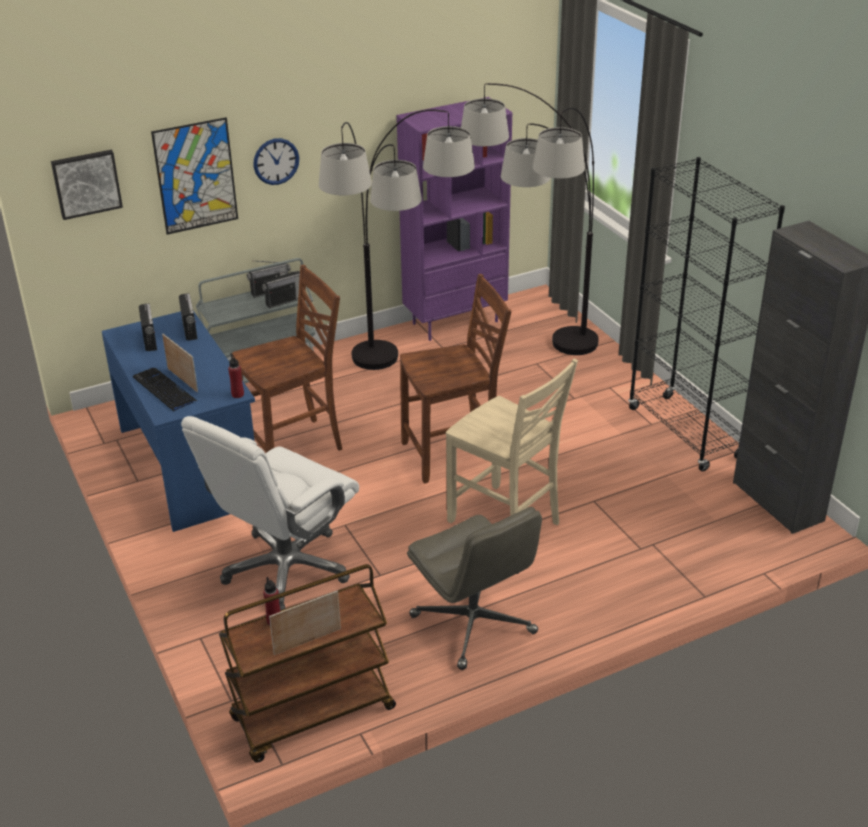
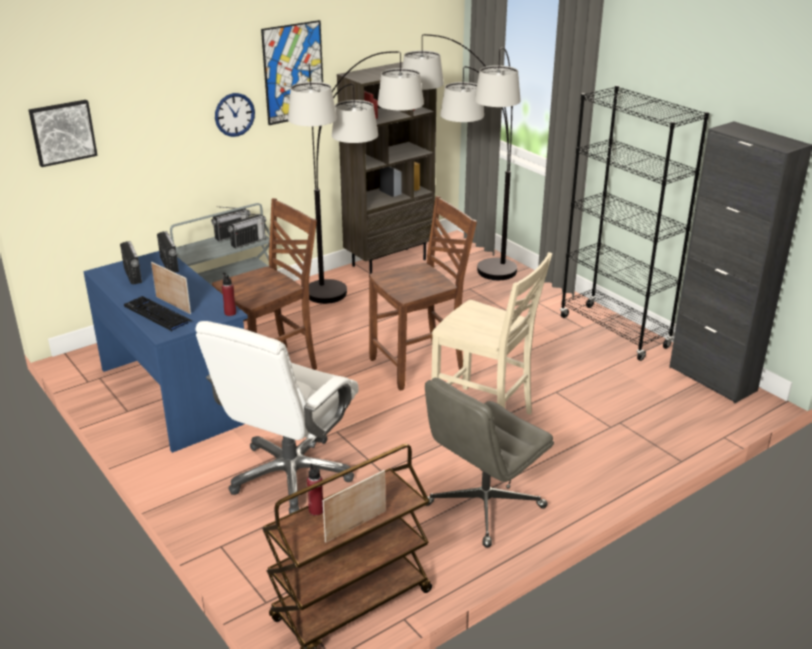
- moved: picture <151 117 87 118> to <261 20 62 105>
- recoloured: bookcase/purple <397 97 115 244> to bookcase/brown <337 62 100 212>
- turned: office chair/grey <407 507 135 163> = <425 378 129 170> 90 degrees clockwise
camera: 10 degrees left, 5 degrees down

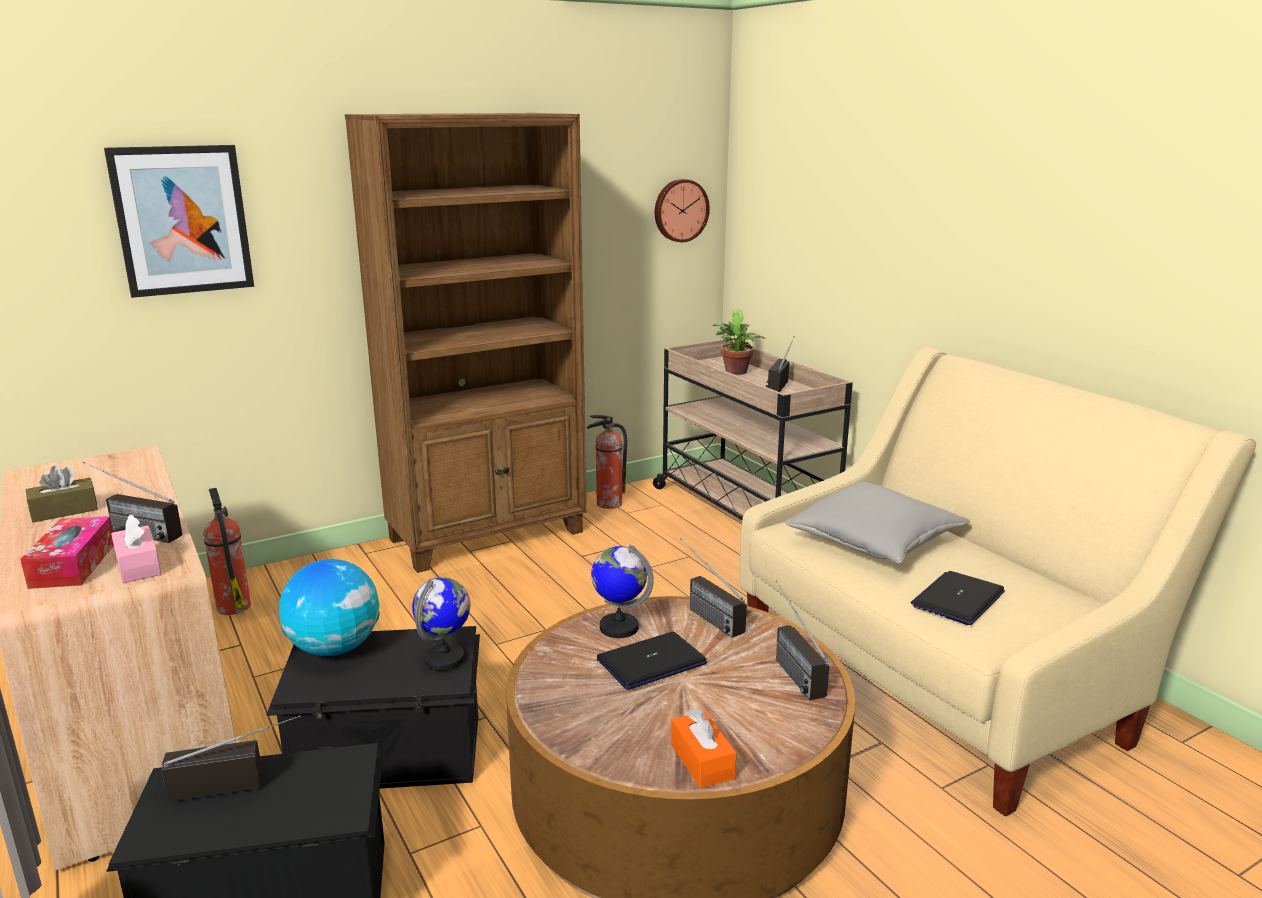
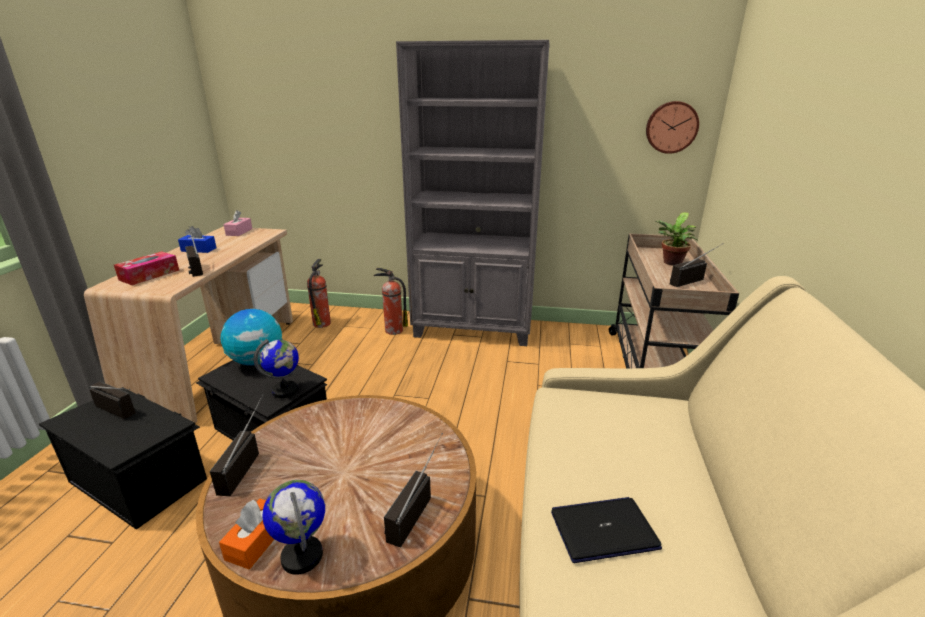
- recoloured: tissue box/brown <26 466 72 56> to tissue box/blue <178 226 38 27>
- removed: picture <104 145 150 153>
- moved: tissue box/pink <111 514 50 69> to <224 210 28 26>
- recoloured: bookcase/brown <345 113 242 460> to bookcase/grey <396 40 154 306>
- moved: fire extinguisher <587 415 40 94> to <374 267 34 68>
- moved: globe <591 545 63 93> to <263 480 62 95>
- removed: laptop <597 632 110 58>
- moved: radio <680 538 67 100> to <210 395 53 101>
- removed: pillow/grey <785 481 185 83>
camera: 40 degrees right, 5 degrees up

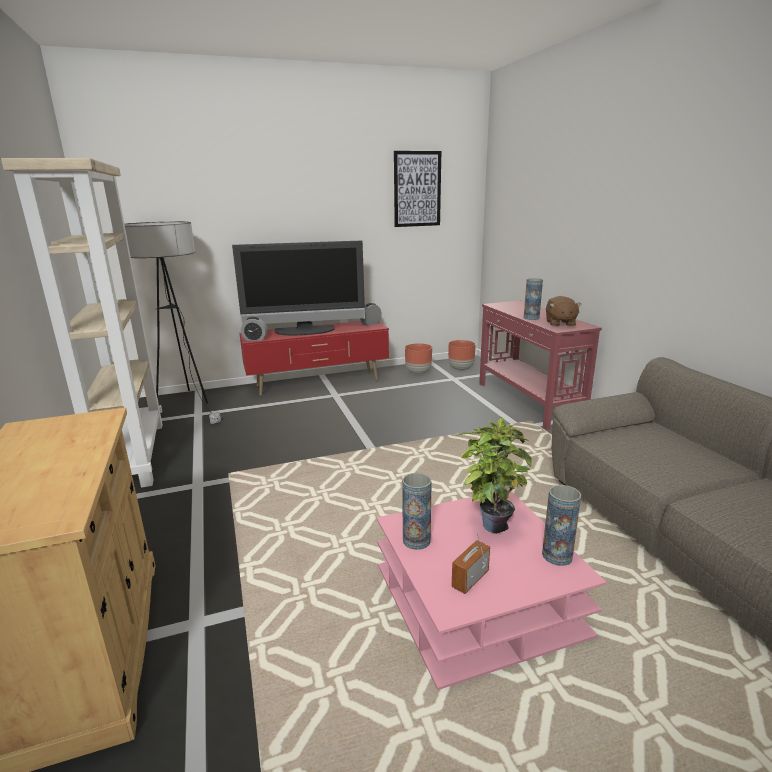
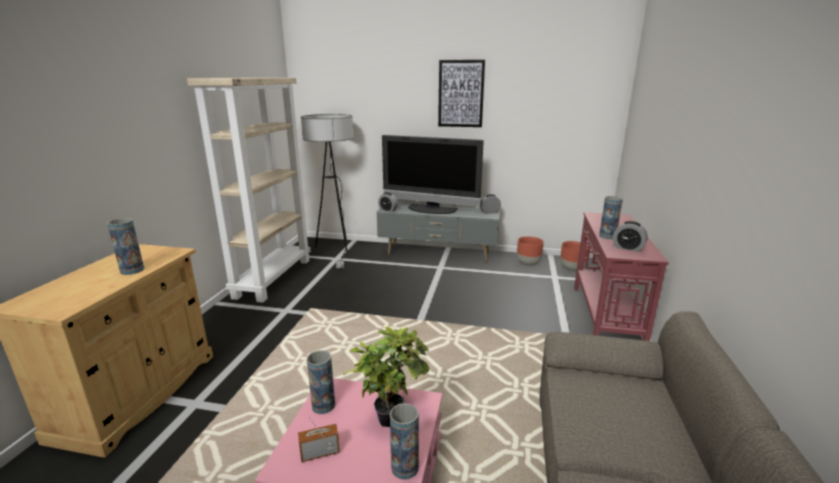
- recoloured: tv stand/red <239 321 150 75> to tv stand/grey <377 203 123 59>
- moved: picture <394 151 47 76> to <438 60 47 67>
- replaced: plush toy/brown <546 296 36 31> to alarm clock <613 221 35 31>
- added: vase <107 218 37 57>
camera: 30 degrees right, 0 degrees up

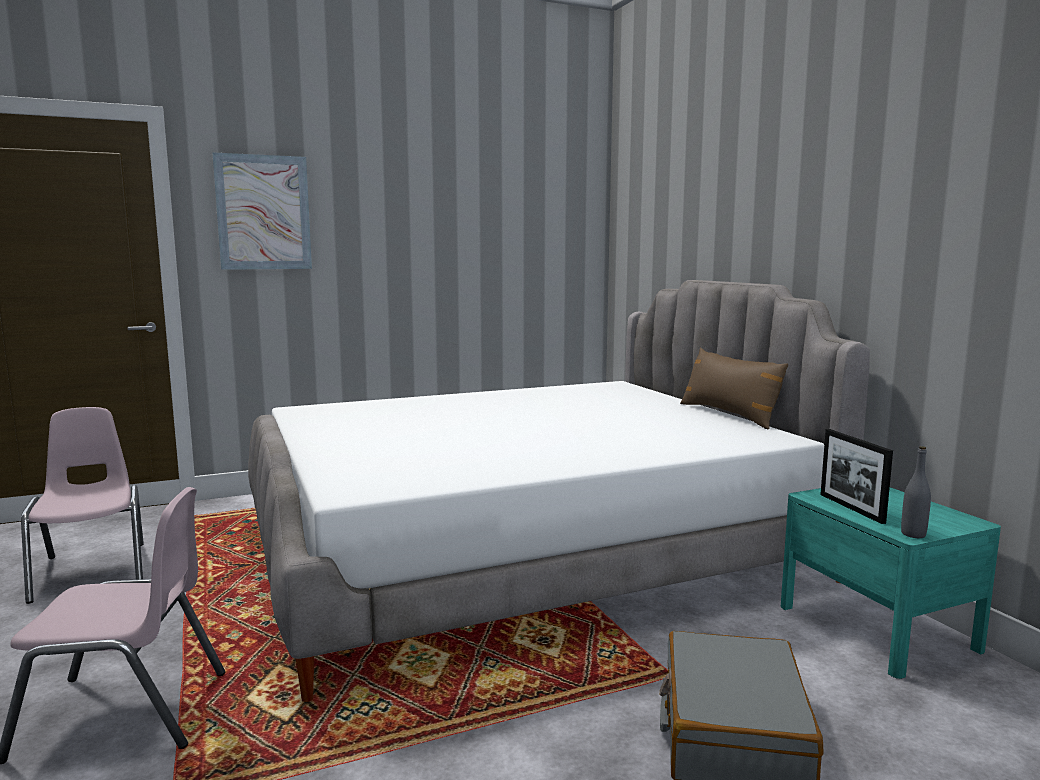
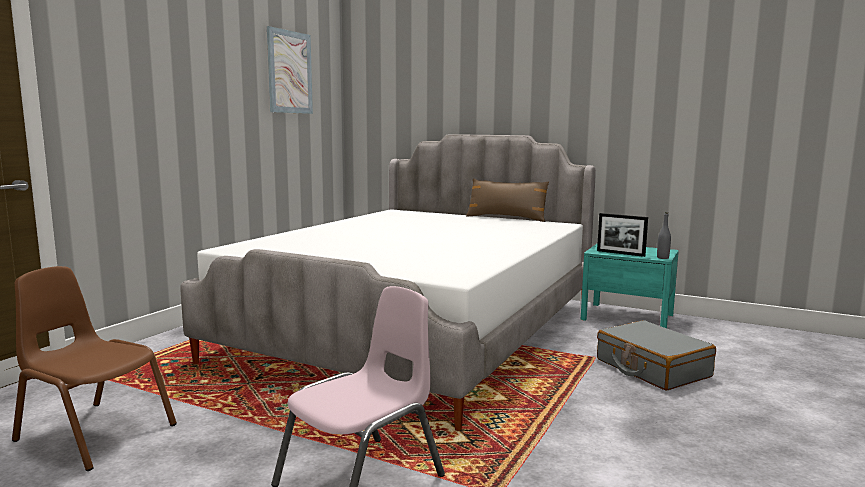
- recoloured: chair/pink <21 407 123 197> to chair/brown <12 266 165 205>
- moved: picture <212 152 100 118> to <267 26 46 88>
camera: 40 degrees left, 0 degrees up

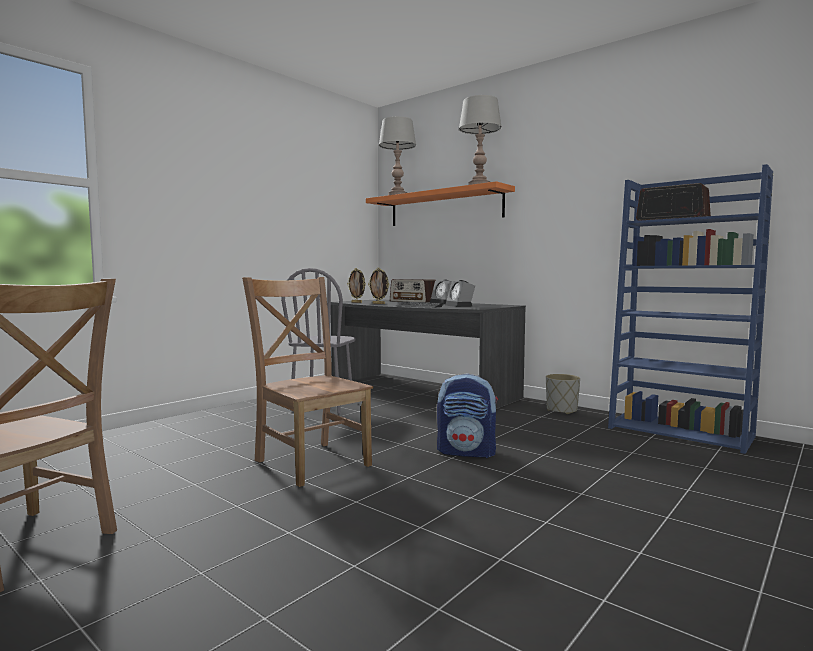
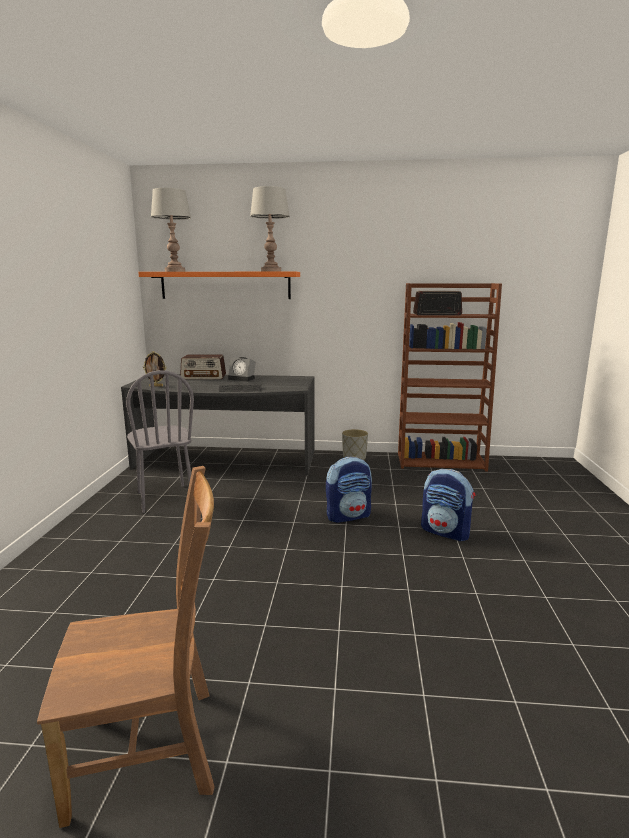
- removed: chair/brown <242 277 131 210>
- removed: picture frame <368 268 21 36>
- removed: alarm clock <445 280 30 27>
- recoloured: bookcase/blue <608 164 165 290> to bookcase/brown <398 283 104 188>
- added: backpack <421 469 54 72>
camera: 35 degrees left, 10 degrees up

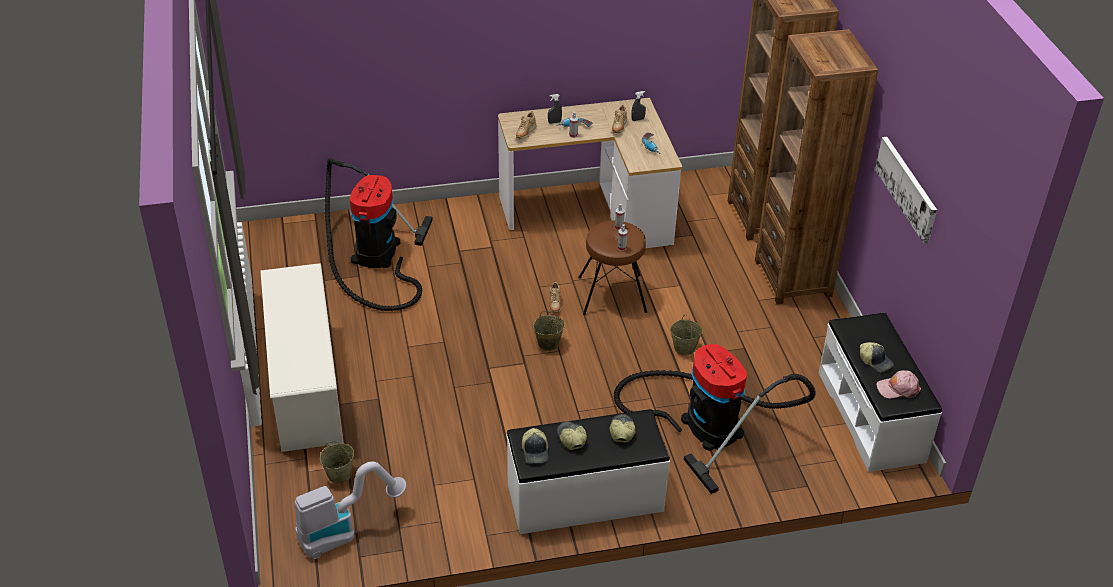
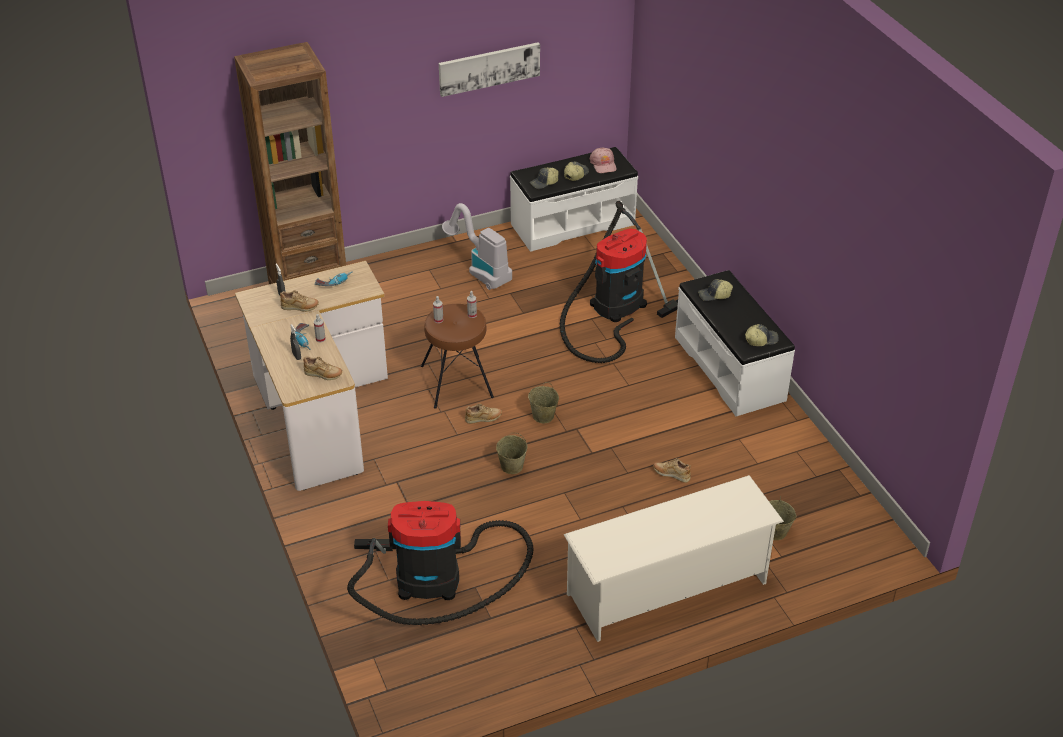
- moved: vacuum cleaner <295 461 111 98> to <442 203 70 87>
- moved: cap <557 421 30 29> to <530 167 29 22>
- moved: bucket/beige <670 315 33 40> to <496 433 31 41>
- removed: bookcase/brown <755 29 123 275>
- added: shoe/beige <653 458 38 25>
camera: 100 degrees left, 0 degrees up

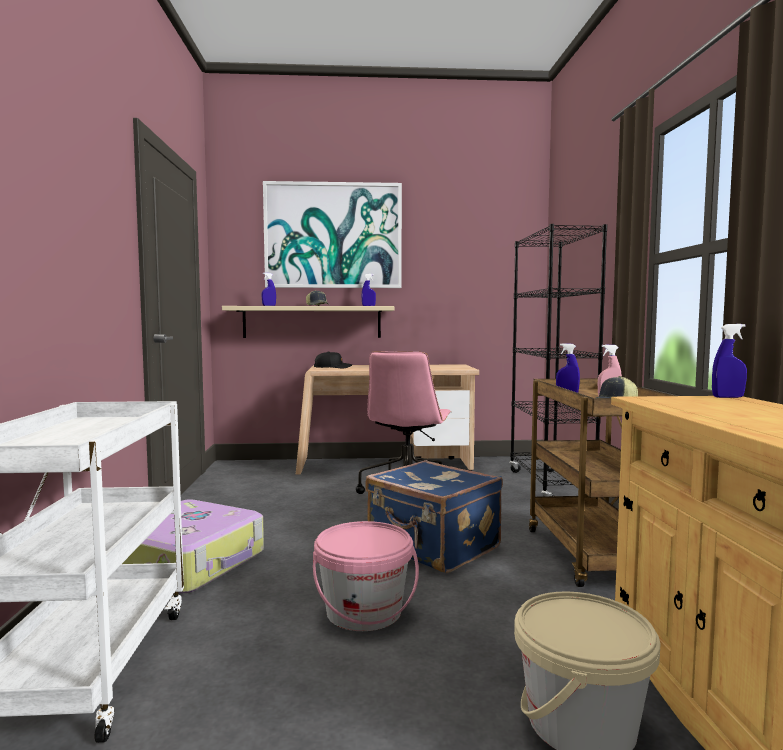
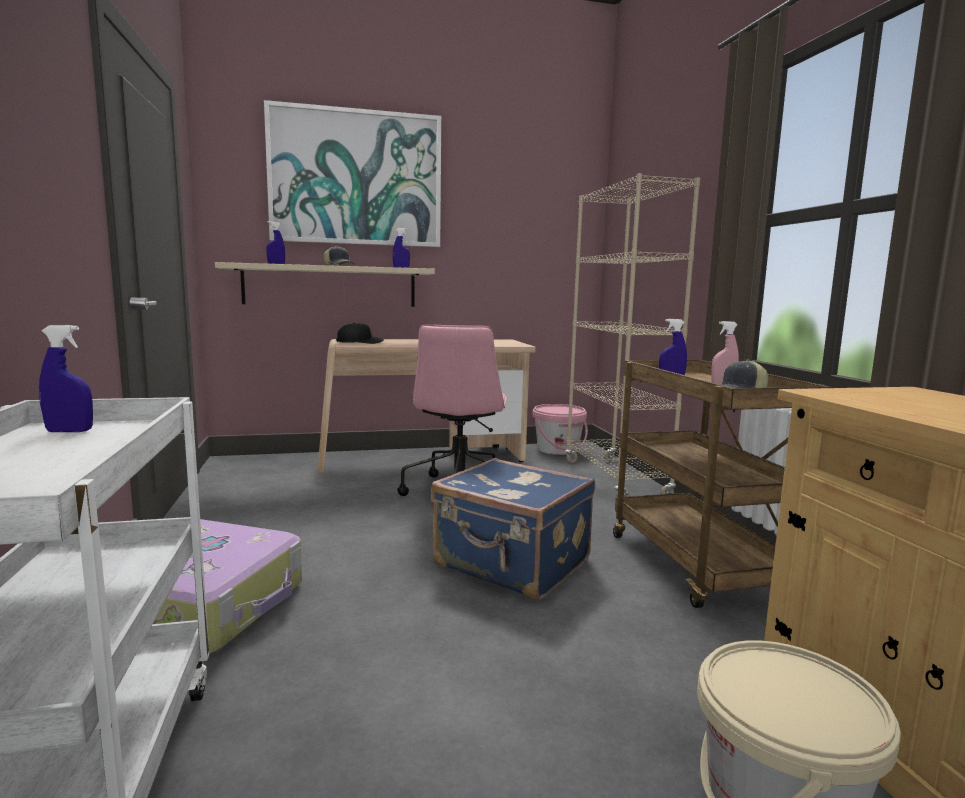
- moved: bucket/pink <313 521 106 110> to <533 404 55 51>
- recoloured: bookcase/black <509 224 98 272> to bookcase/beige <565 173 135 324>
- moved: spray bottle/blue <712 324 35 74> to <39 325 54 107>
camera: 10 degrees left, 5 degrees up

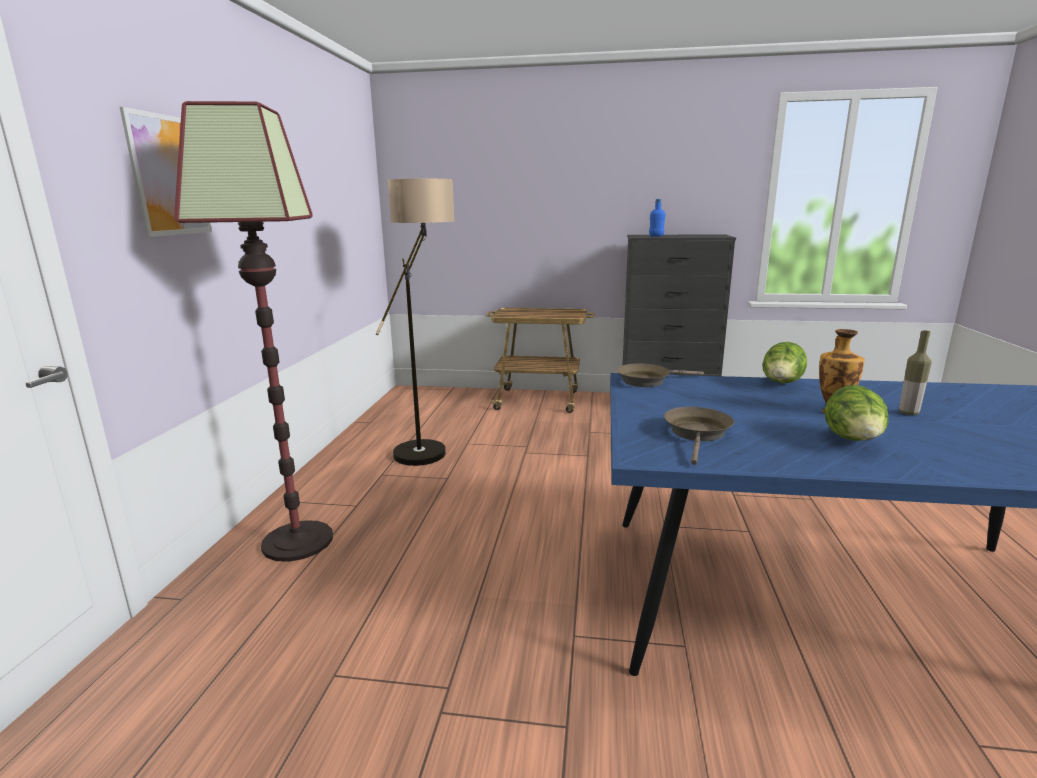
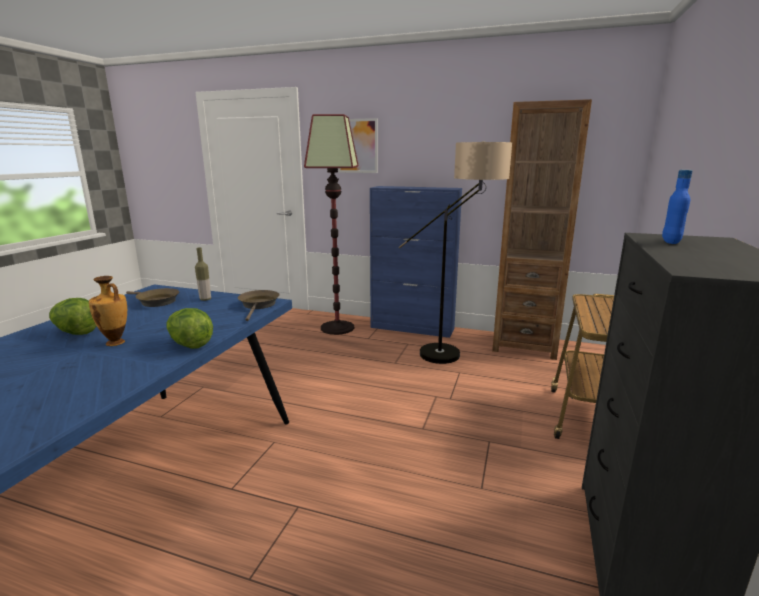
- moved: bottle <899 330 32 85> to <195 247 16 54>
- added: cabinet/blue <370 186 92 152>
- added: bookcase/brown <492 99 100 261>
camera: 100 degrees right, 0 degrees up

